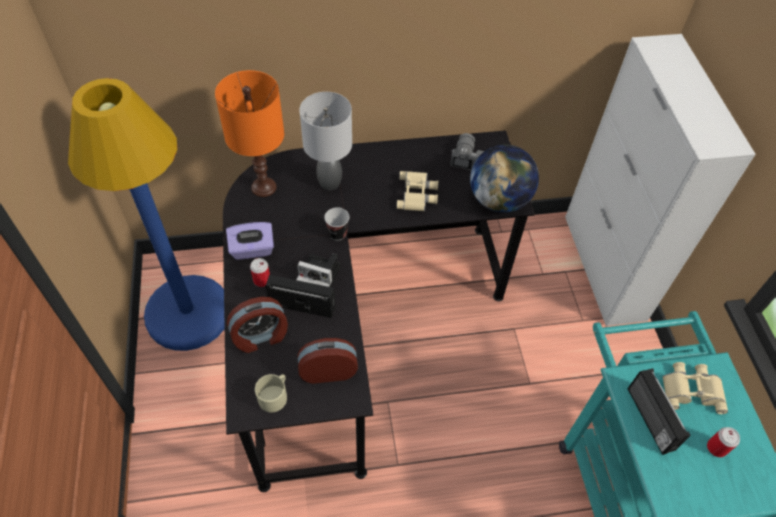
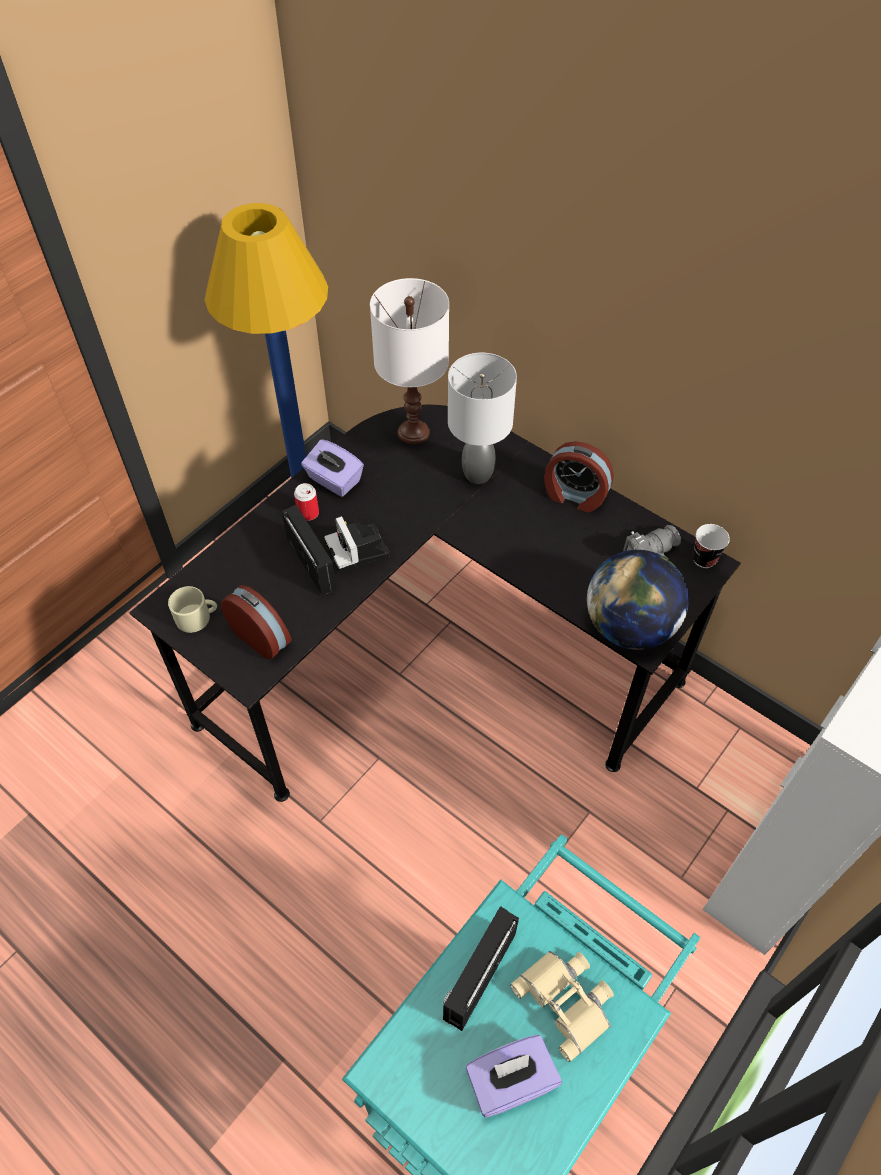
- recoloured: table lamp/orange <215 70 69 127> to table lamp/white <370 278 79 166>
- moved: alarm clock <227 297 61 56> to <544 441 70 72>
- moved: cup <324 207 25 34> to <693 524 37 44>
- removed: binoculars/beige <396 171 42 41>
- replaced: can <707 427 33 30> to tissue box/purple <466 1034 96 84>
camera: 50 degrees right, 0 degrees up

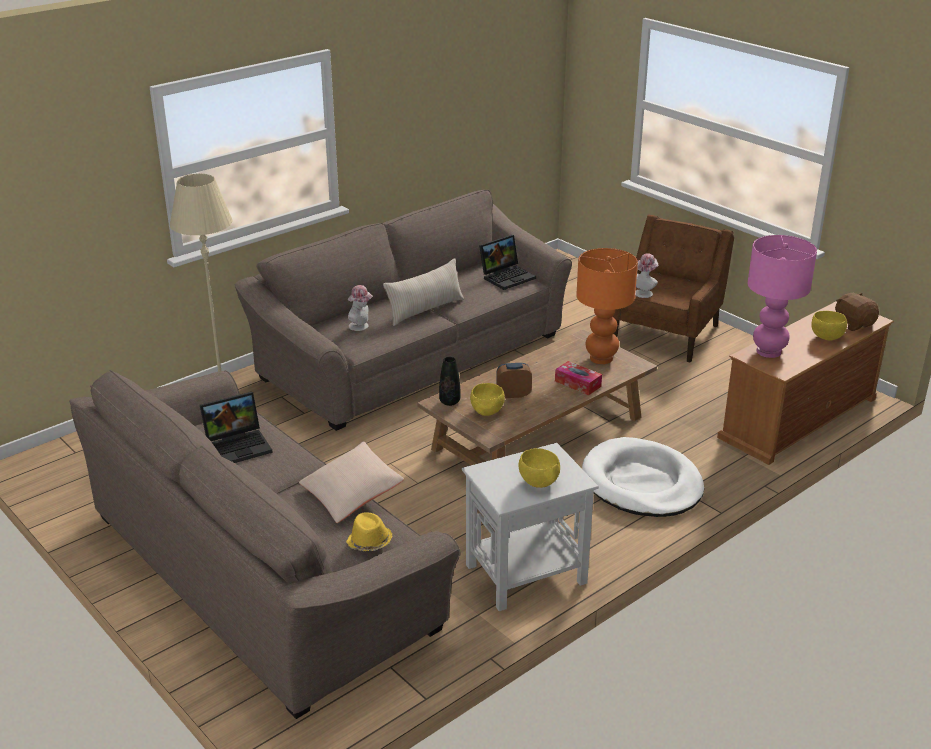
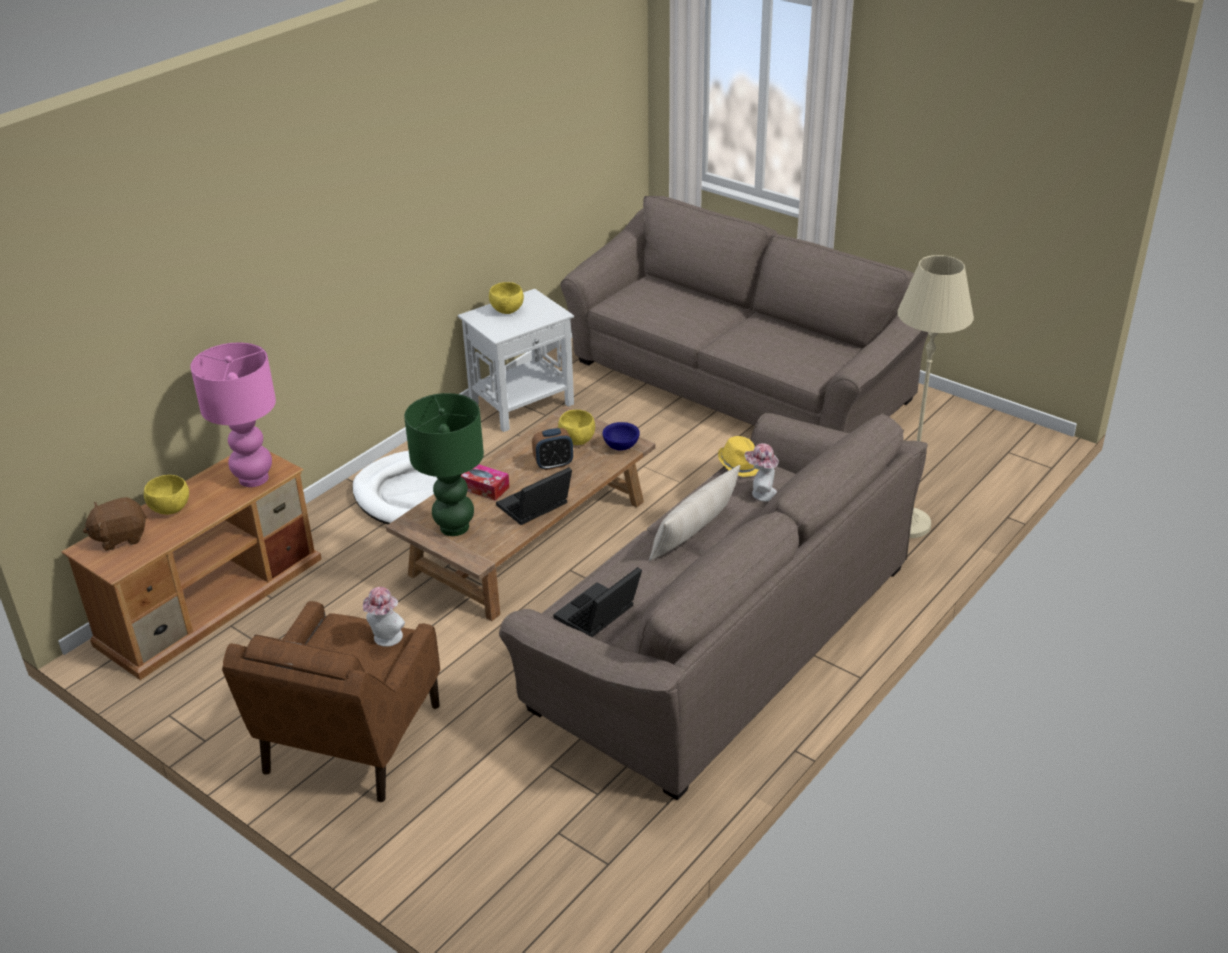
- moved: laptop <200 392 73 71> to <496 467 76 58>
- removed: pillow/beige <299 441 105 82>
- moved: hat/yellow <346 513 47 38> to <718 436 41 41>
- replaced: vase/black <439 357 21 49> to bowl/blue <602 422 38 29>
- recoloured: table lamp/orange <576 248 62 116> to table lamp/green <404 393 80 143>
- turned: plush toy/brown <835 293 44 38> = <83 497 64 54> 105 degrees clockwise
camera: 170 degrees right, 5 degrees up

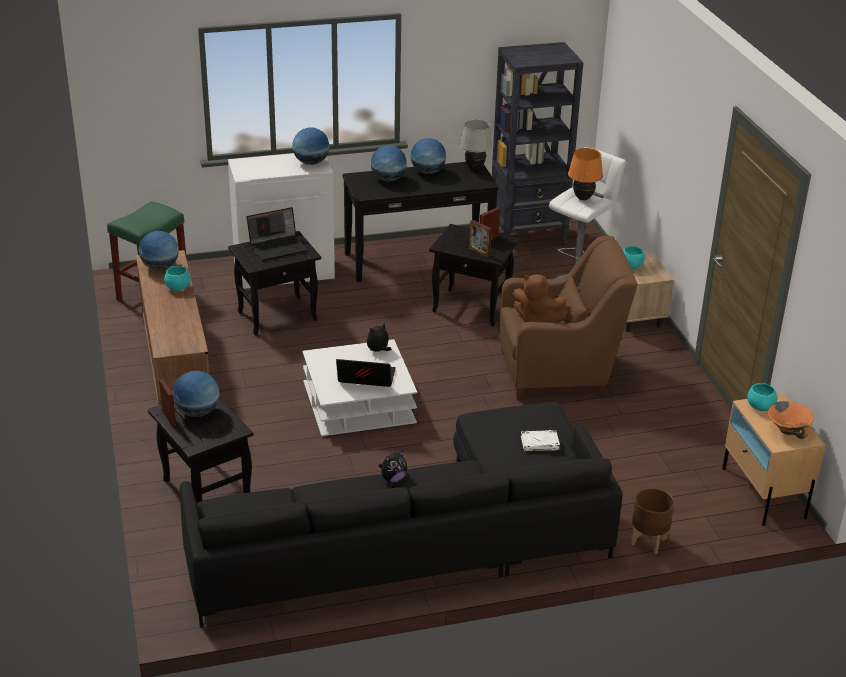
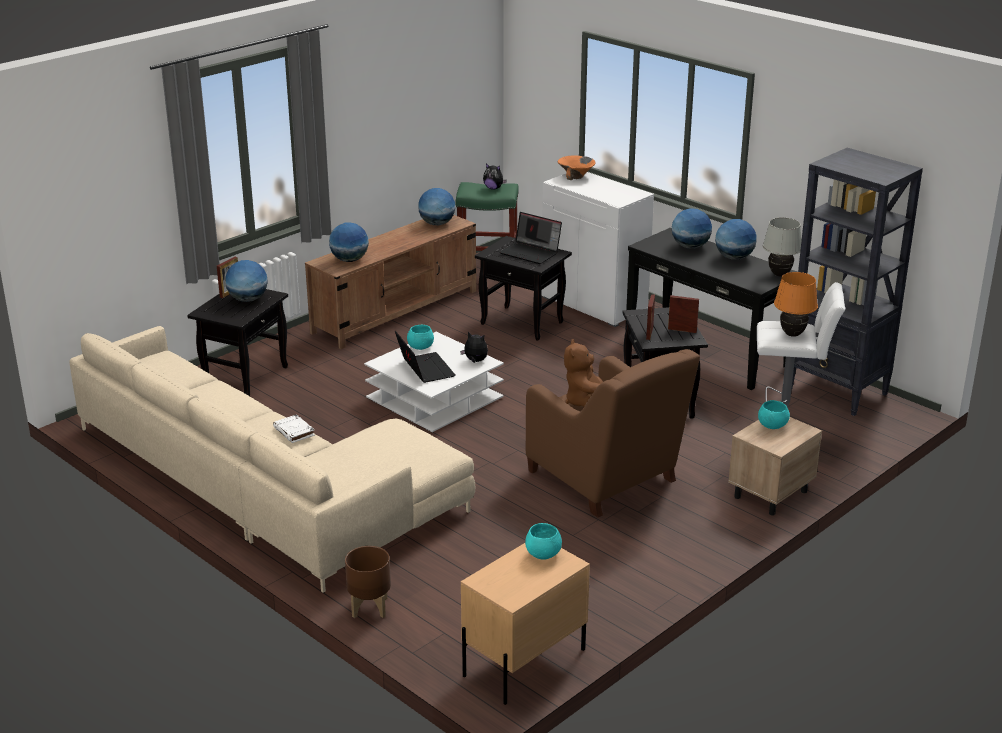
- moved: bowl/turquoise <164 266 27 25> to <407 325 27 25>
- recoloured: sofa/black <180 402 443 226> to sofa/beige <69 326 406 267>
- moved: globe <292 127 38 38> to <329 222 40 40>
- moved: plush toy <379 451 28 31> to <483 164 24 26>
- moved: book/white <521 430 39 22> to <273 414 42 29>
- moved: bowl/orange <768 401 46 38> to <558 156 37 24>
camera: 60 degrees right, 5 degrees down

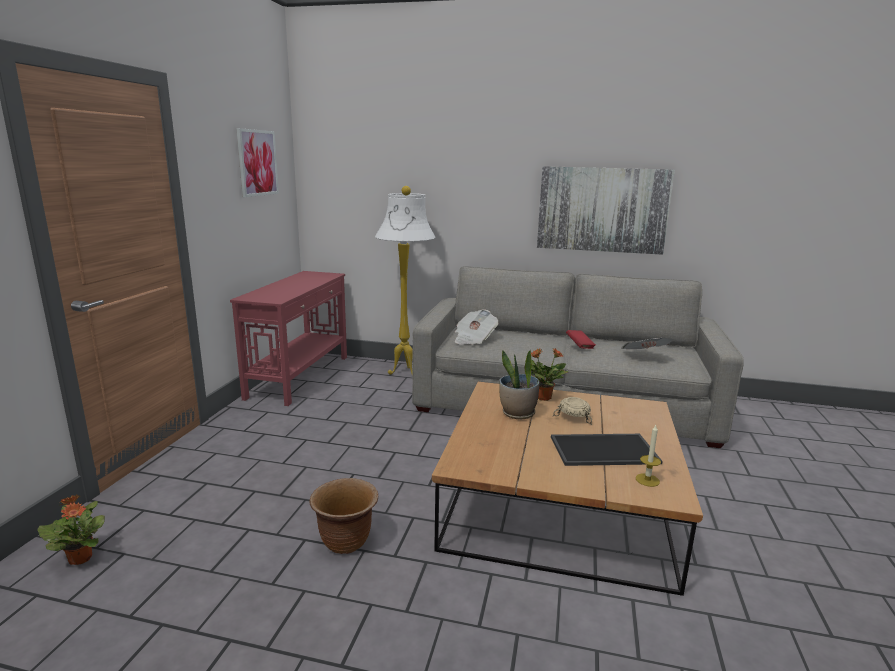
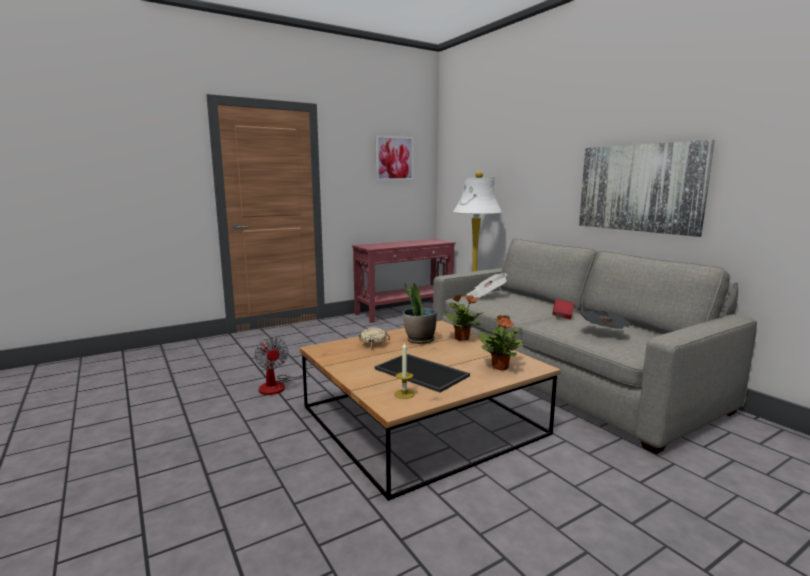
- moved: potted plant <38 494 67 71> to <479 315 44 56>
- replaced: planter/brown <310 478 68 76> to fan <255 337 52 58>
- moved: bowl/beige <553 397 39 28> to <359 327 31 24>
camera: 45 degrees right, 5 degrees down

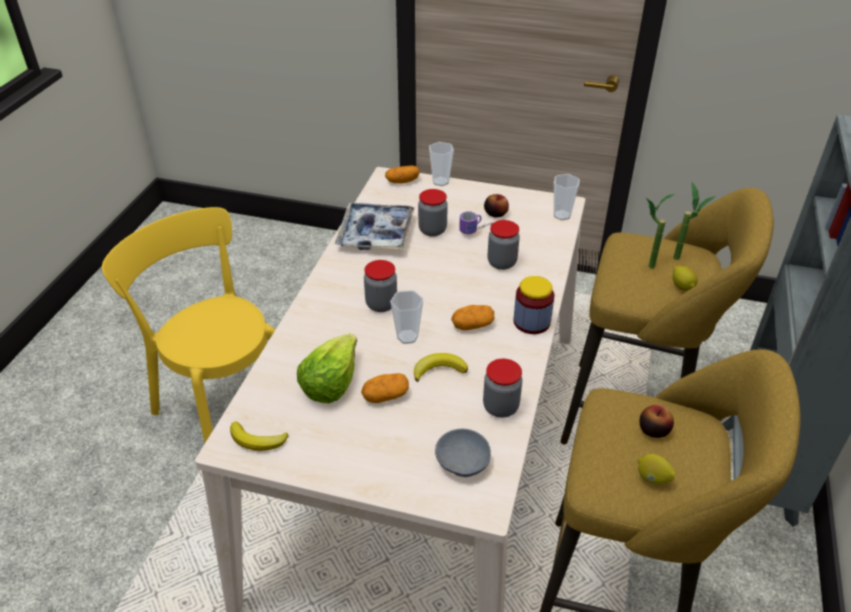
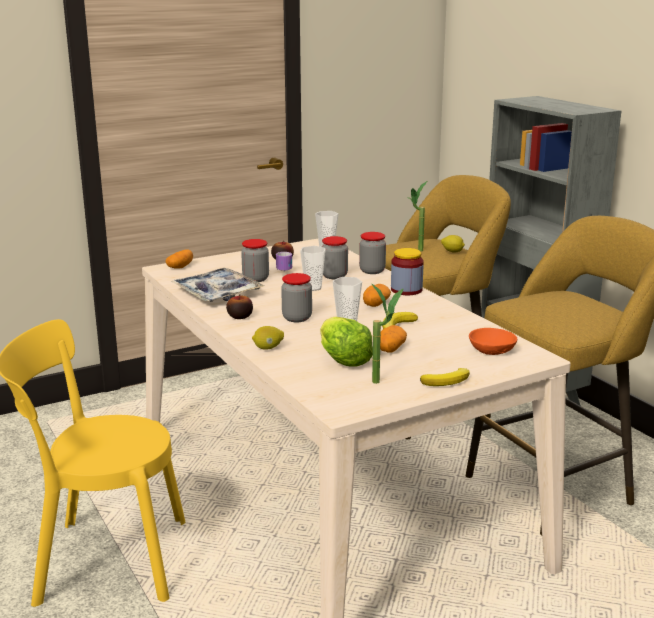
- moved: banana <230 421 58 30> to <420 368 50 18>
- moved: cup <429 142 25 44> to <300 246 26 45>
- recoloured: bowl/grey <435 429 56 48> to bowl/orange <469 328 48 27>
- moved: jar <483 359 39 59> to <359 232 27 42>
- moved: lemon <638 454 38 30> to <252 326 32 24>
- moved: apple <639 405 35 33> to <226 295 27 24>
- moved: potted plant <673 182 43 78> to <371 283 33 101>
camera: 45 degrees left, 20 degrees down

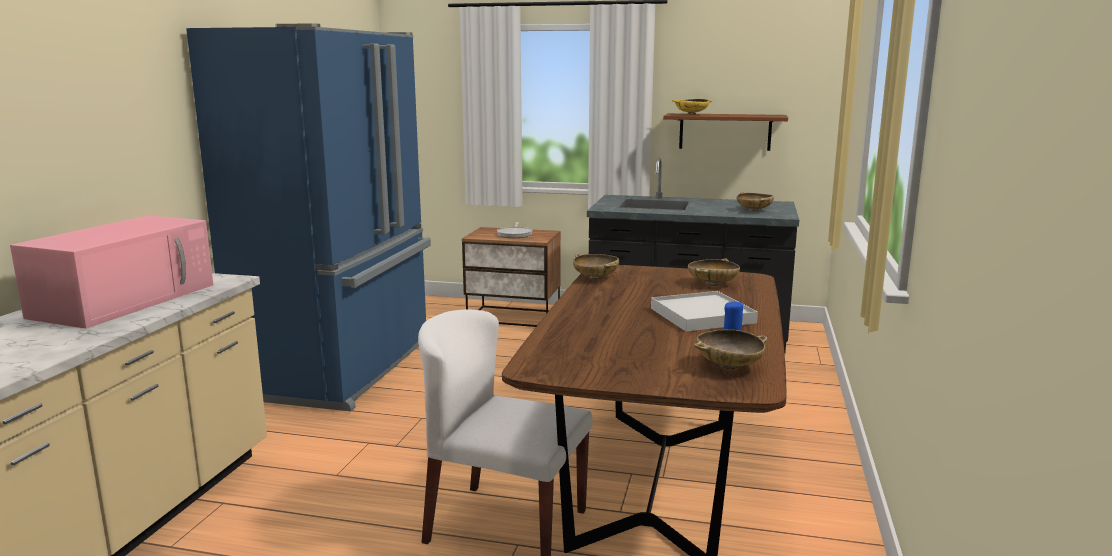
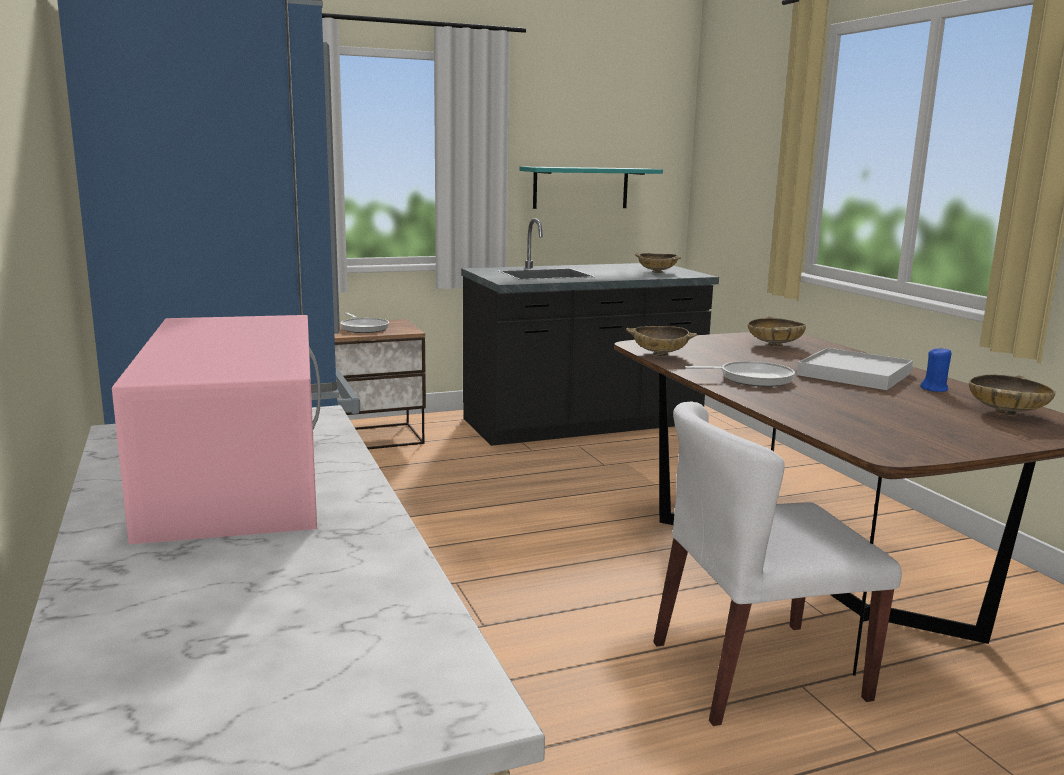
- recoloured: shelf/brown <663 113 125 38> to shelf/turquoise <519 167 144 42>
- removed: bowl/yellow <672 99 40 16>
- added: frying pan <685 361 110 26>
camera: 35 degrees left, 0 degrees up

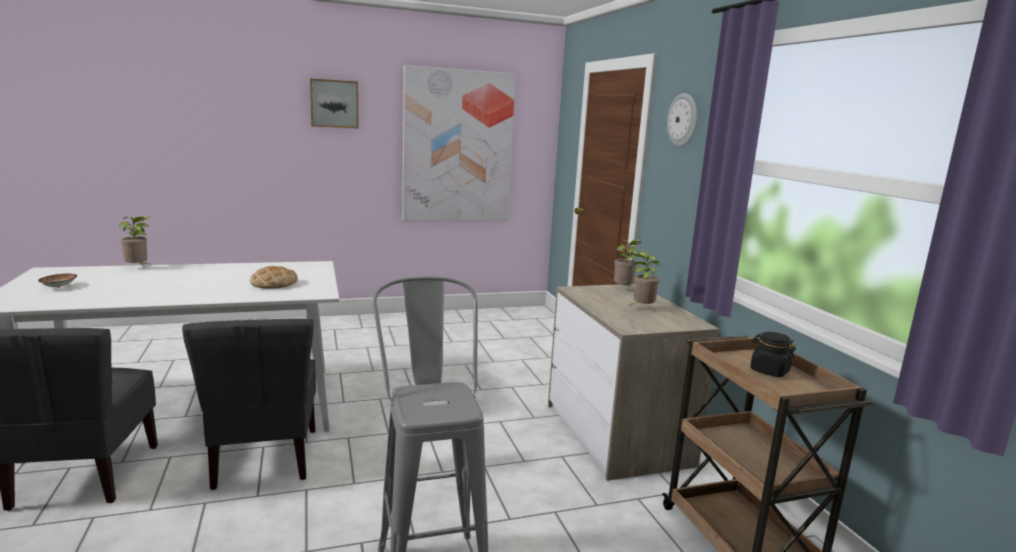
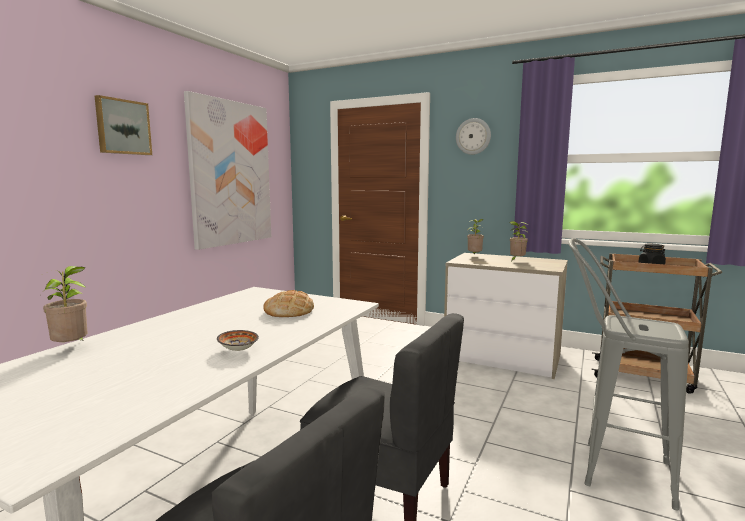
- moved: bowl <38 274 39 14> to <217 330 42 21>
camera: 45 degrees left, 5 degrees down

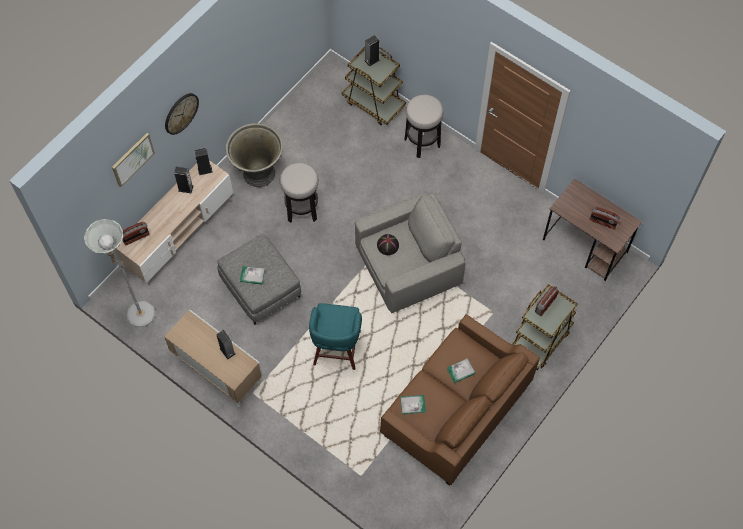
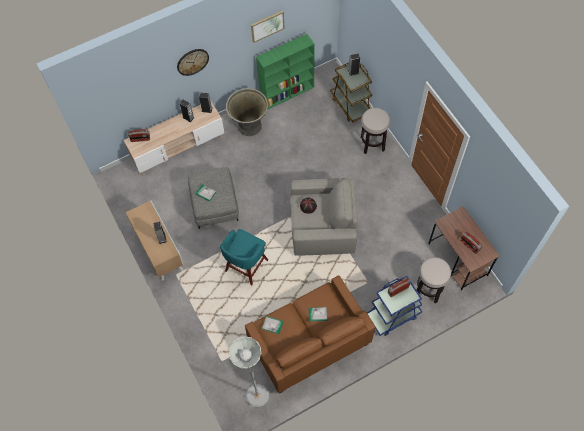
- moved: floor lamp/grey <84 219 71 108> to <229 336 40 71>
- moved: picture <112 133 43 54> to <251 11 34 32>
- moved: stool <280 163 39 60> to <417 257 34 46>
- recoloured: cart/brown <513 284 65 86> to cart/blue <367 276 55 60>
- added: bookcase/green <256 34 59 76>
camera: 25 degrees right, 0 degrees up

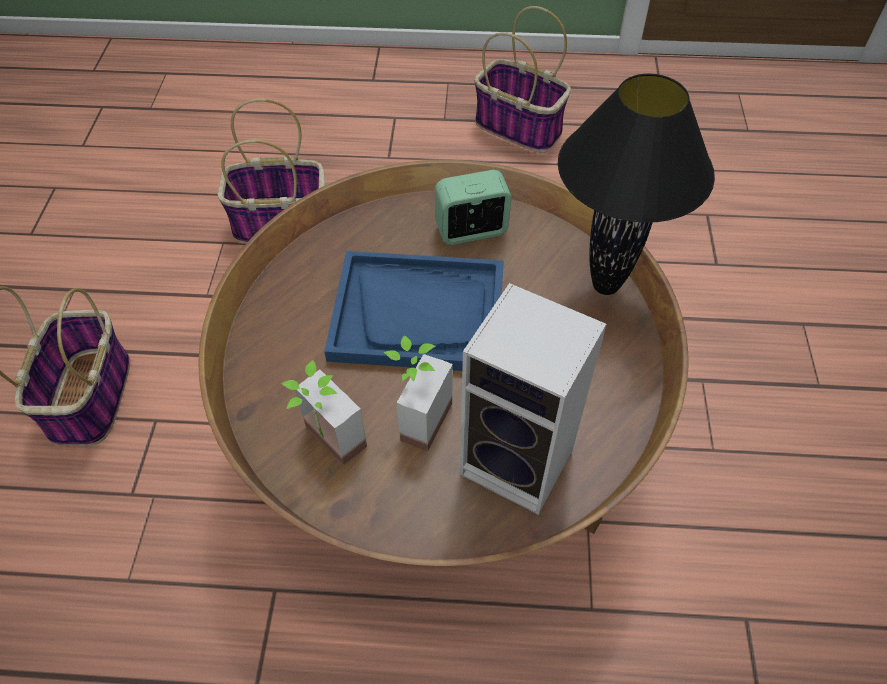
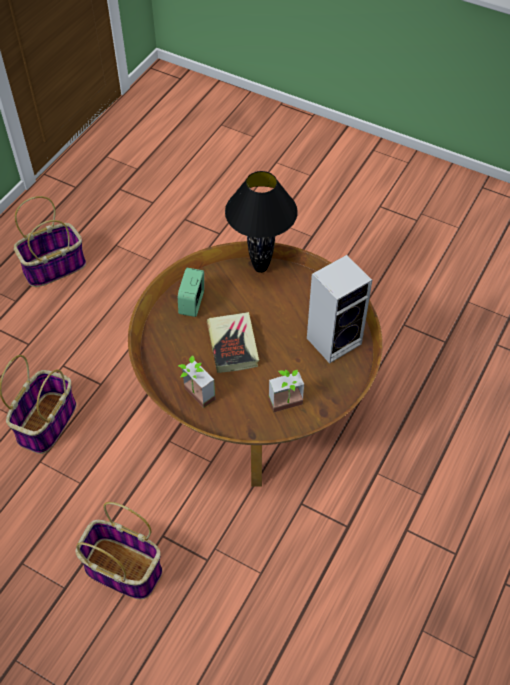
- replaced: tray/blue <324 251 180 120> to book <207 312 52 61>
- moved: potted plant <384 335 69 117> to <178 355 38 53>
camera: 65 degrees left, 0 degrees up

